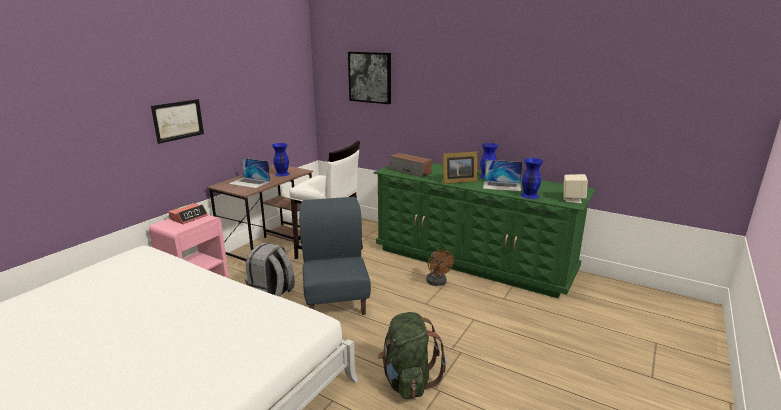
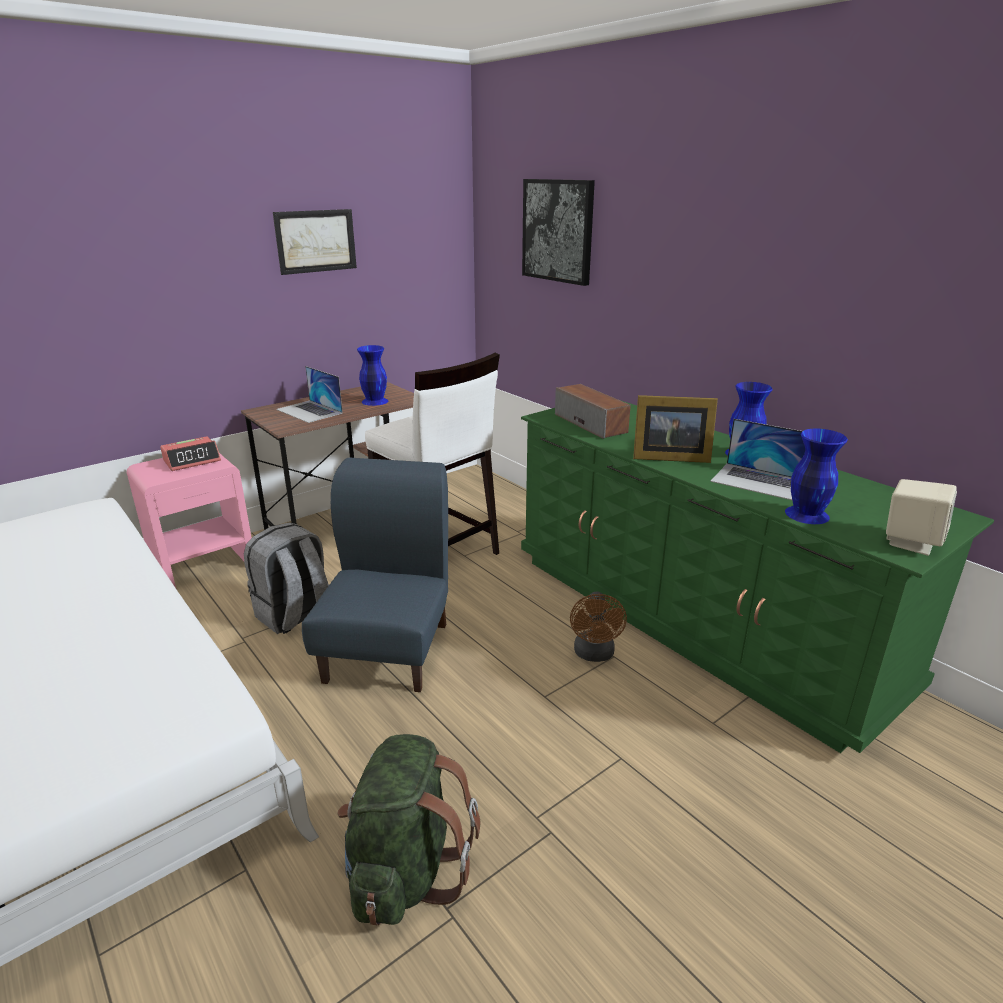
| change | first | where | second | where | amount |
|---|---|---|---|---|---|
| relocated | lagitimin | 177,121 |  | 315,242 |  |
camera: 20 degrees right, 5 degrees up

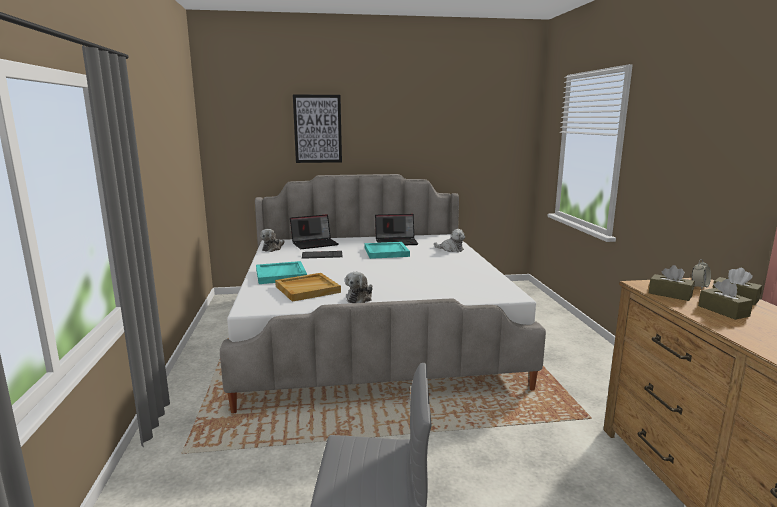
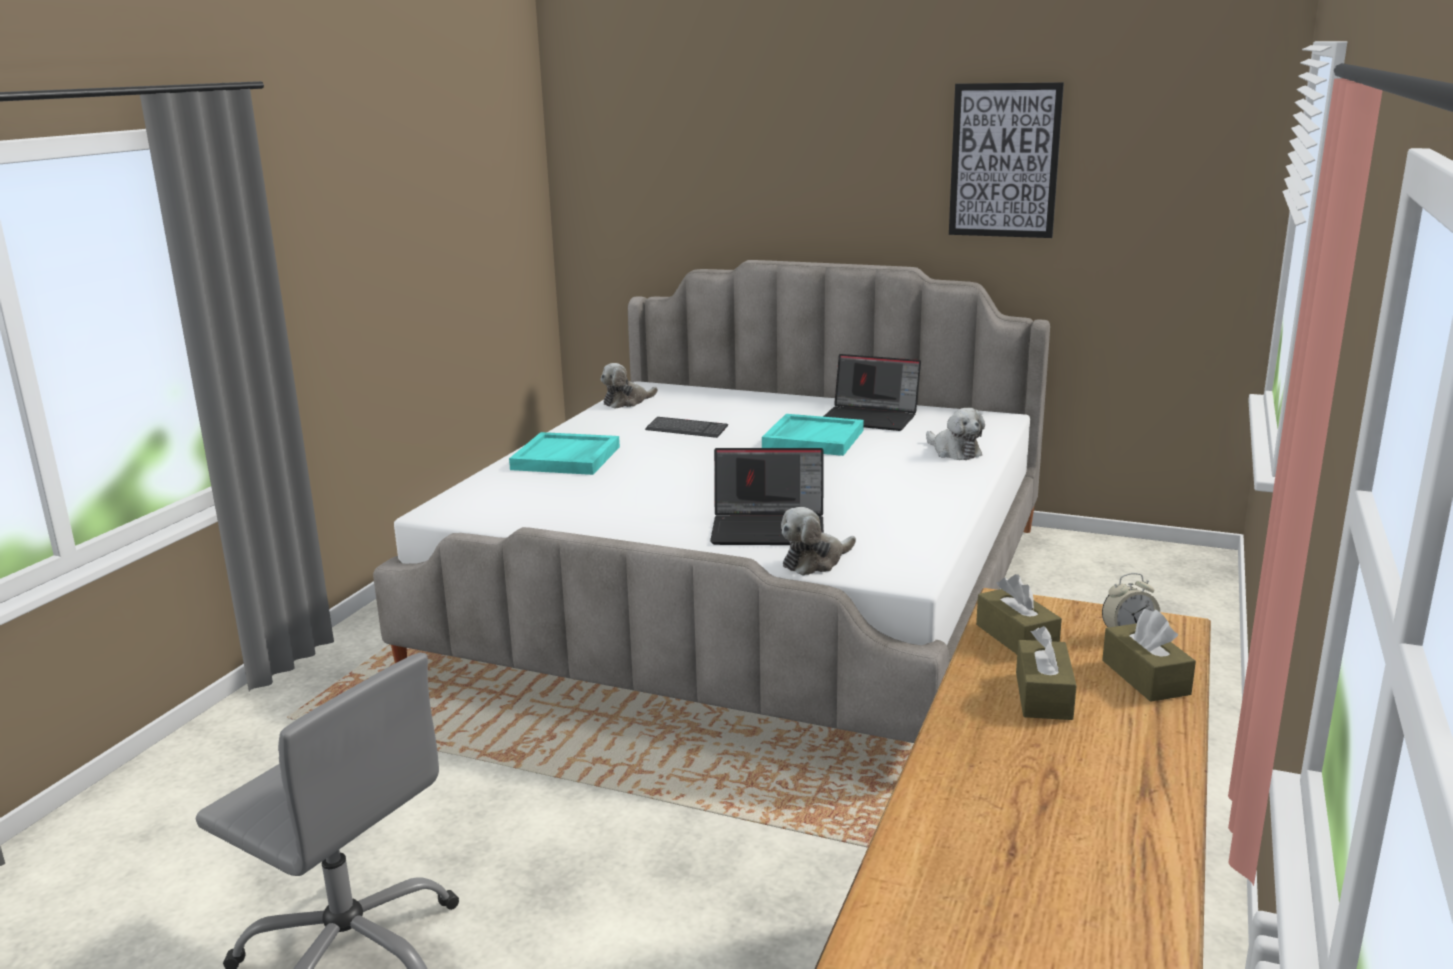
| change | first | where | second | where | amount |
|---|---|---|---|---|---|
| relocated | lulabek | 314,231 |  | 767,496 |  |
| relocated | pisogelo | 358,287 |  | 818,541 |  |
| relocated | lagitimin | 317,129 |  | 1006,160 |  |
| missing | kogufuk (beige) | 308,287 |  |  |  |
camera: 30 degrees right, 5 degrees up

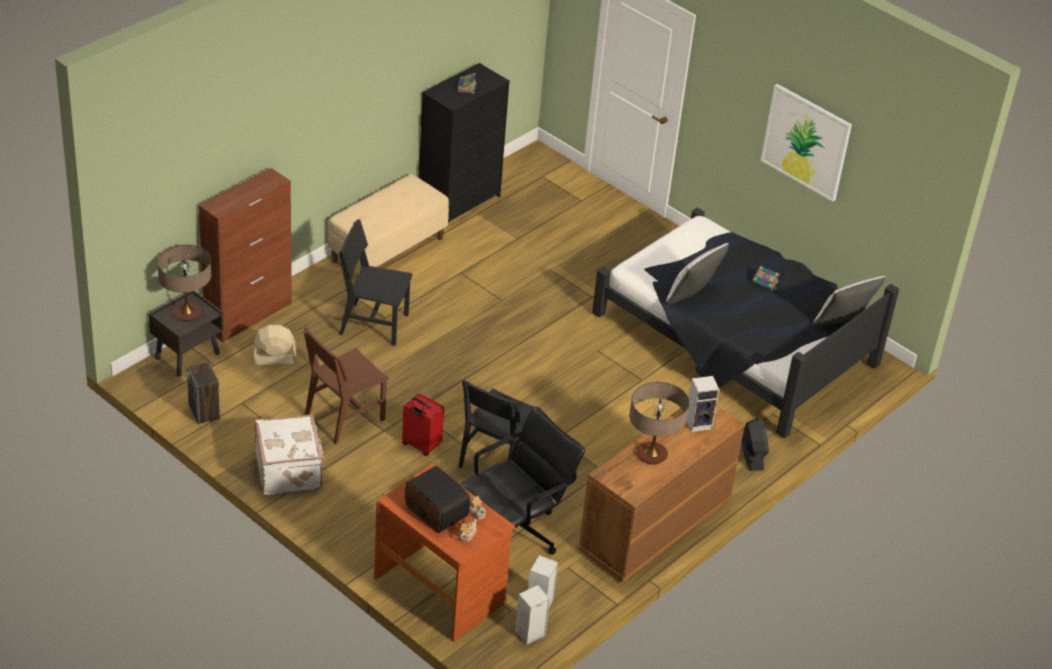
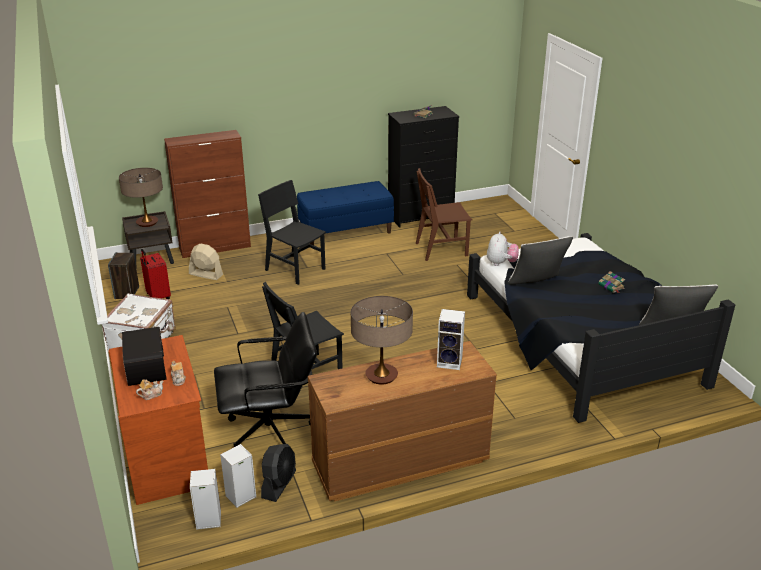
| change | first | where | second | where | amount |
|---|---|---|---|---|---|
| relocated | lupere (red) | 423,424 |  | 155,274 |  |
| relocated | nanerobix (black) | 755,444 |  | 278,473 |  |
| colour | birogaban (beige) | 388,221 | birogaban (blue) | 345,213 |  |
| relocated | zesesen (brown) | 346,385 |  | 444,214 |  |
| appeared |  |  | pisogelo | 503,248 |  |
| missing | lagitimin | 806,143 |  |  |  |
camera: 30 degrees right, 10 degrees down

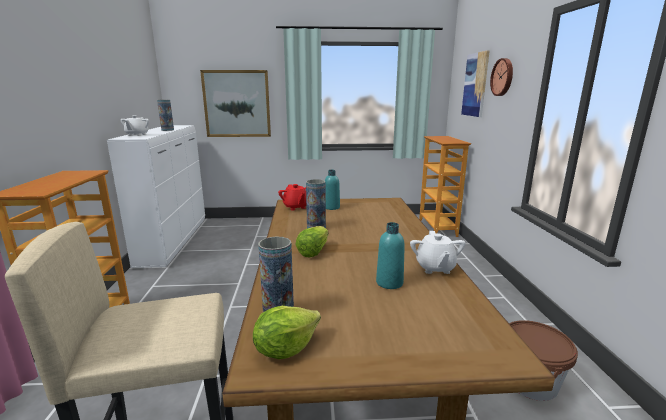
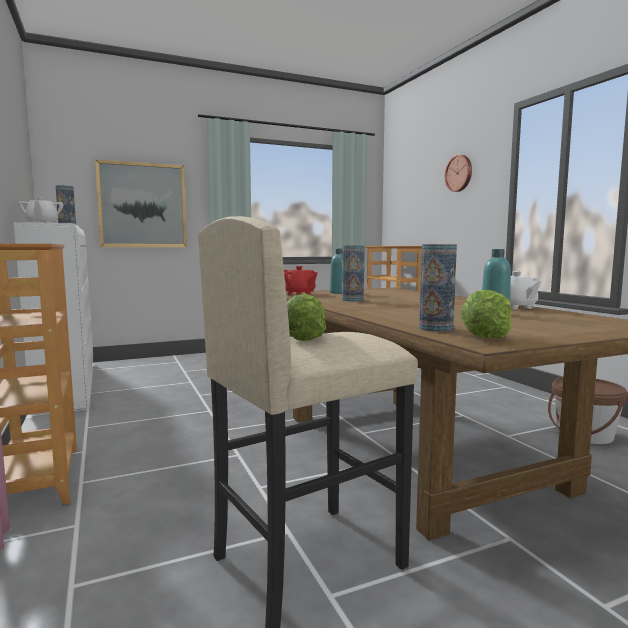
| change | first | where | second | where | amount |
|---|---|---|---|---|---|
| relocated | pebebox | 312,241 |  | 306,317 |  |
| missing | lagitimin | 475,83 |  |  |  |
camera: 20 degrees left, 10 degrees down

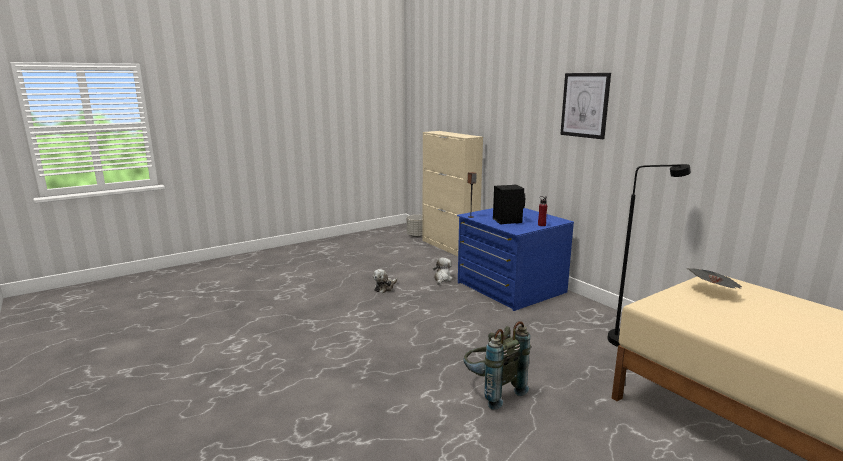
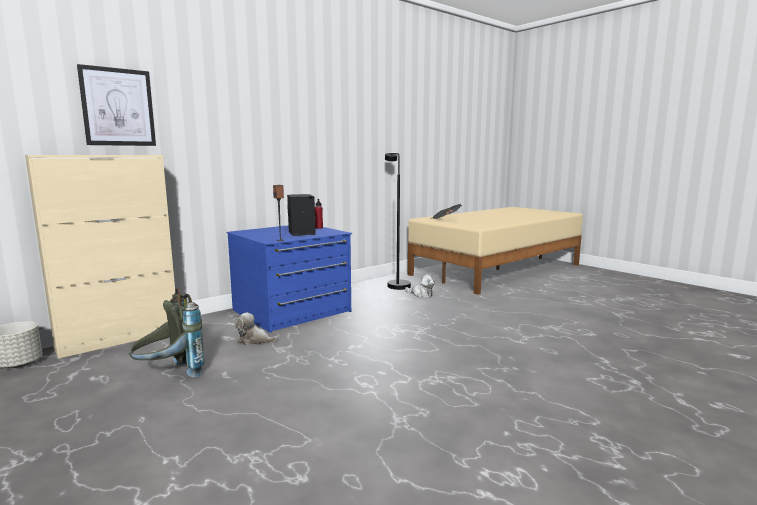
| change | first | where | second | where | amount |
|---|---|---|---|---|---|
| relocated | lagitimin | 585,106 |  | 116,105 |  |
| relocated | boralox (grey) | 497,365 |  | 166,332 |  |
| relocated | pisogelo | 385,281 |  | 420,286 |  |
camera: 95 degrees left, 5 degrees down

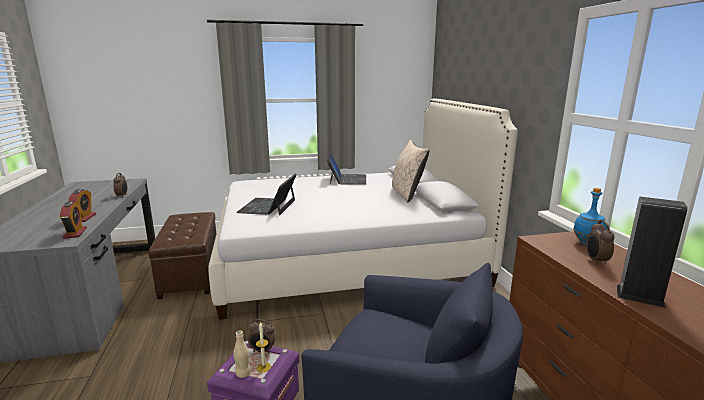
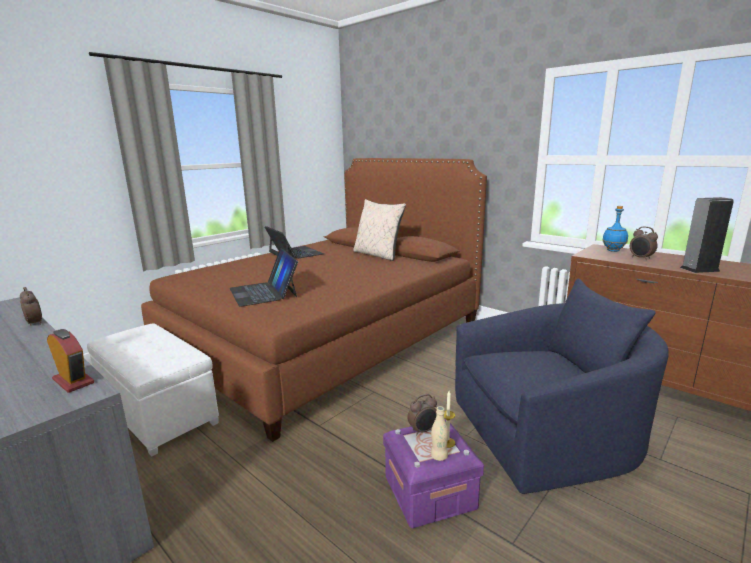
| change | first | where | second | where | amount |
|---|---|---|---|---|---|
| colour | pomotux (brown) | 182,255 | pomotux (white) | 153,390 |  |
| colour | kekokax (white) | 363,209 | kekokax (brown) | 314,300 |  |
| missing | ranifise | 82,205 |  |  |  |
camera: 35 degrees left, 0 degrees up

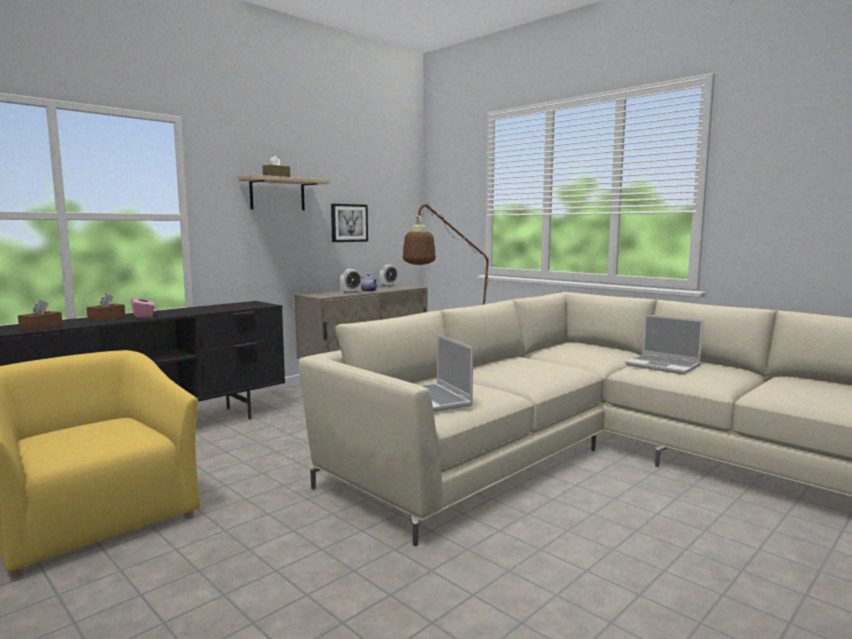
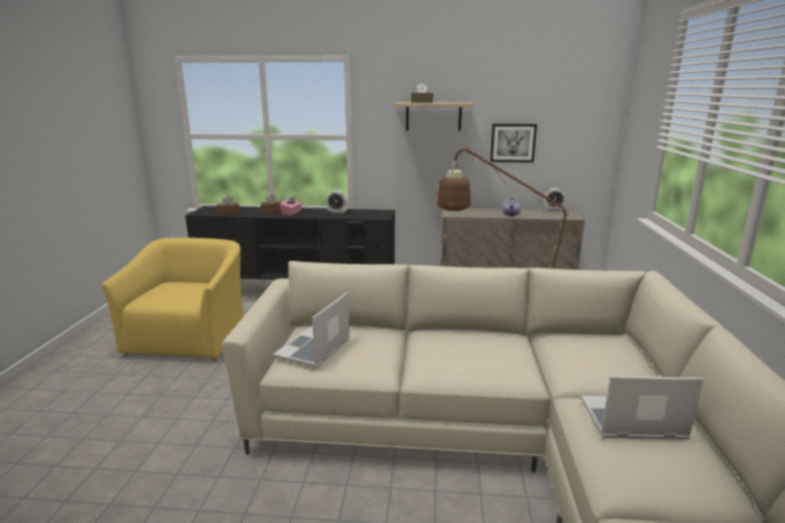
| change | first | where | second | where | amount |
|---|---|---|---|---|---|
| relocated | ranifise | 351,281 |  | 337,202 |  |
| spun | lulabek | 664,344 |  | 642,407 | 90 degrees clockwise |
camera: 50 degrees right, 10 degrees up

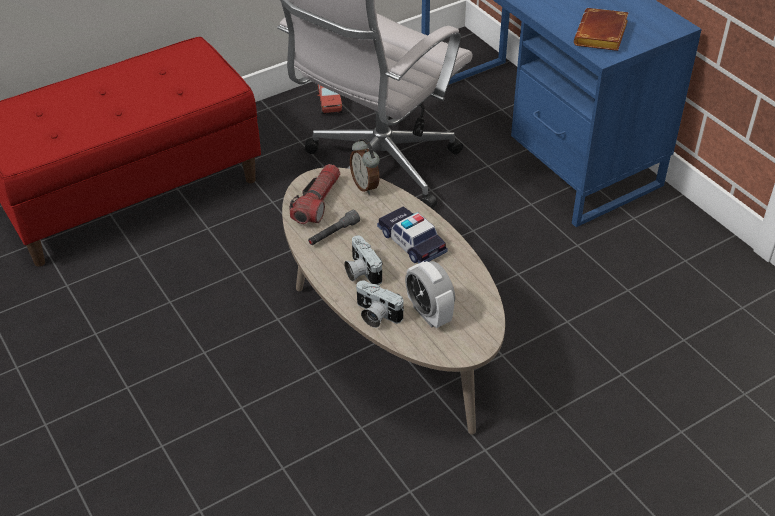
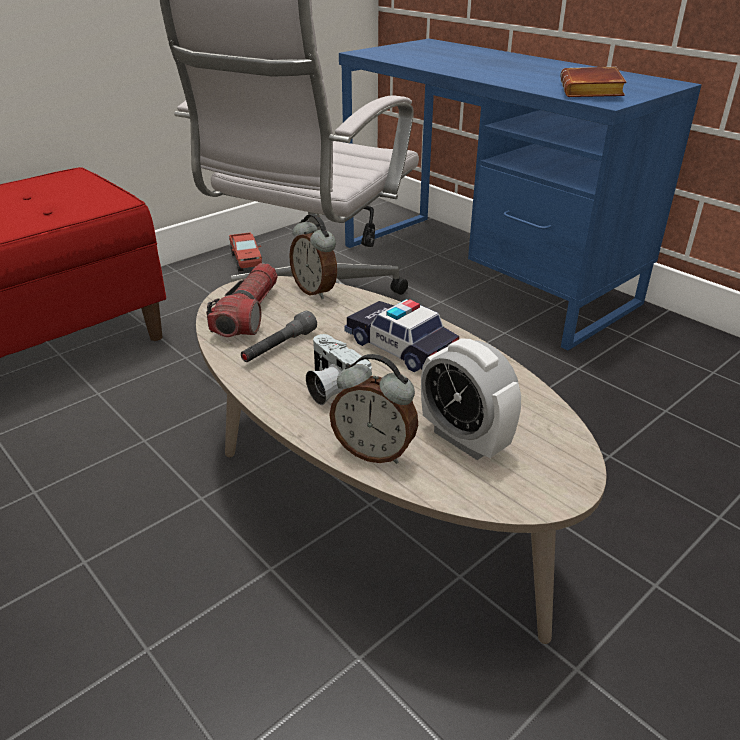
| change | first | where | second | where | amount |
|---|---|---|---|---|---|
| exchanged | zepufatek | 380,304 | ranifise | 373,409 |  |
camera: 10 degrees left, 10 degrees down

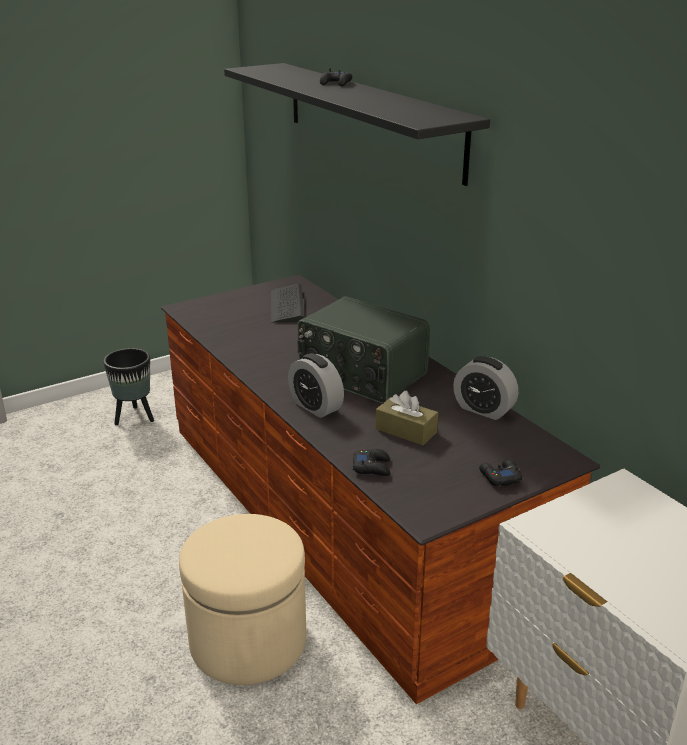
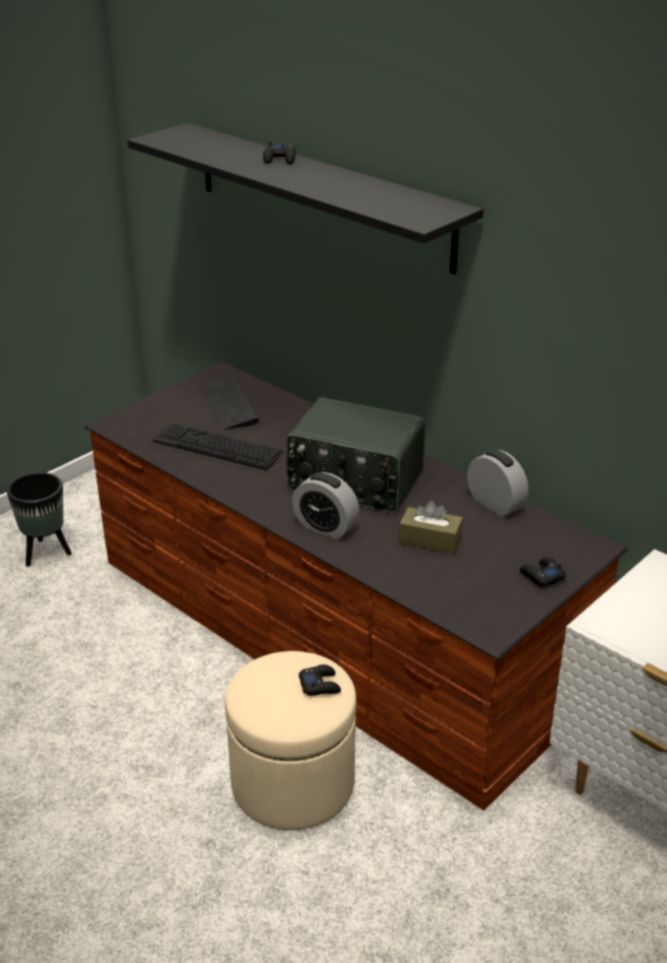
| change | first | where | second | where | amount |
|---|---|---|---|---|---|
| appeared |  |  | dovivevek | 218,446 |  |
| relocated | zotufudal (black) | 371,462 |  | 320,680 |  |
| spun | ranifise | 485,388 |  | 498,483 | 150 degrees counterclockwise |
camera: 15 degrees left, 5 degrees up

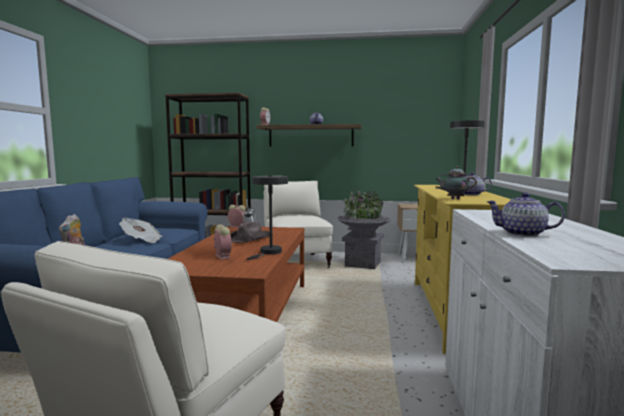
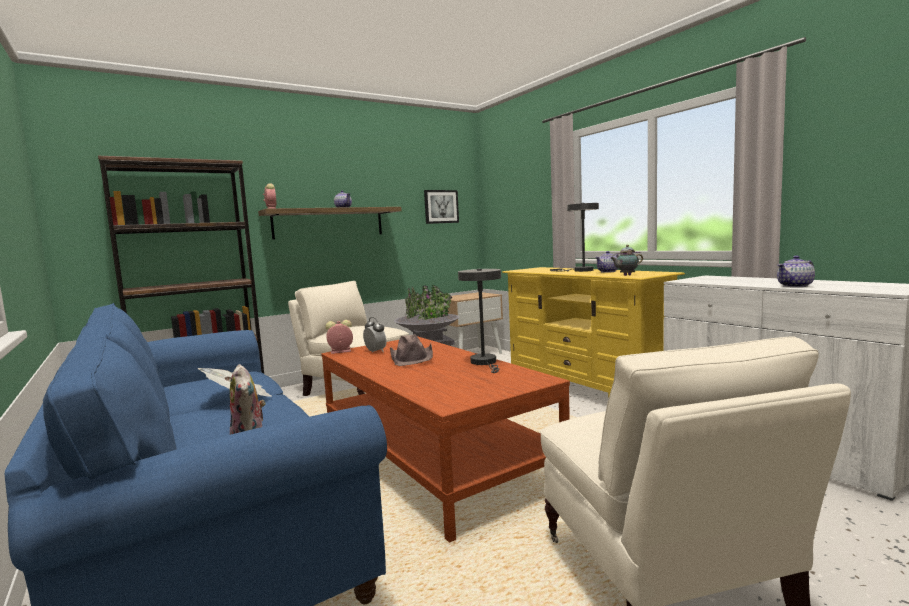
| change | first | where | second | where | amount |
|---|---|---|---|---|---|
| appeared |  |  | lagitimin | 441,207 |  |
| missing | ranifise | 222,242 |  |  |  |
camera: 40 degrees left, 0 degrees up

